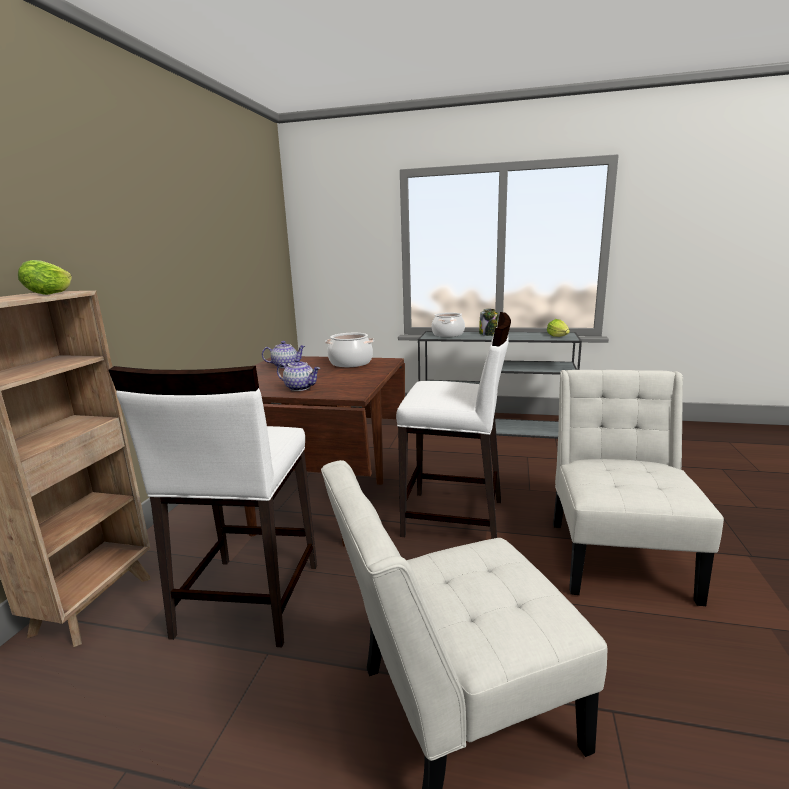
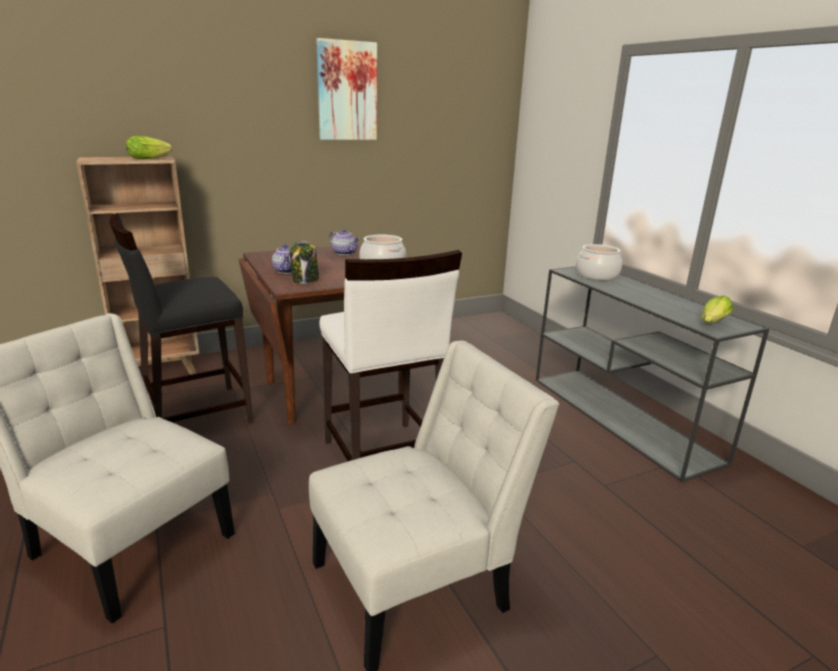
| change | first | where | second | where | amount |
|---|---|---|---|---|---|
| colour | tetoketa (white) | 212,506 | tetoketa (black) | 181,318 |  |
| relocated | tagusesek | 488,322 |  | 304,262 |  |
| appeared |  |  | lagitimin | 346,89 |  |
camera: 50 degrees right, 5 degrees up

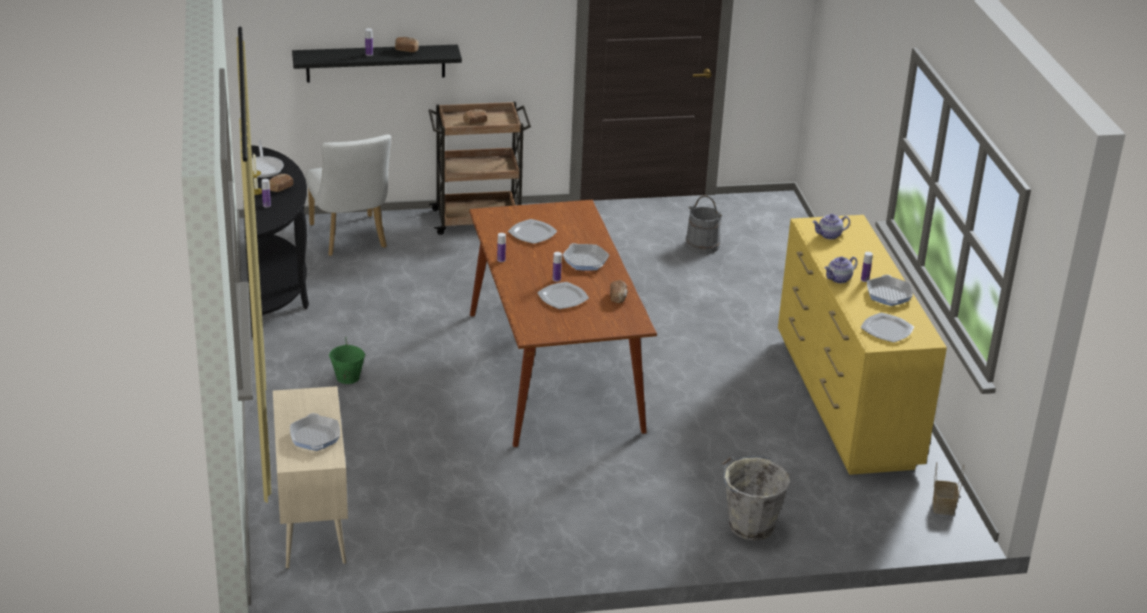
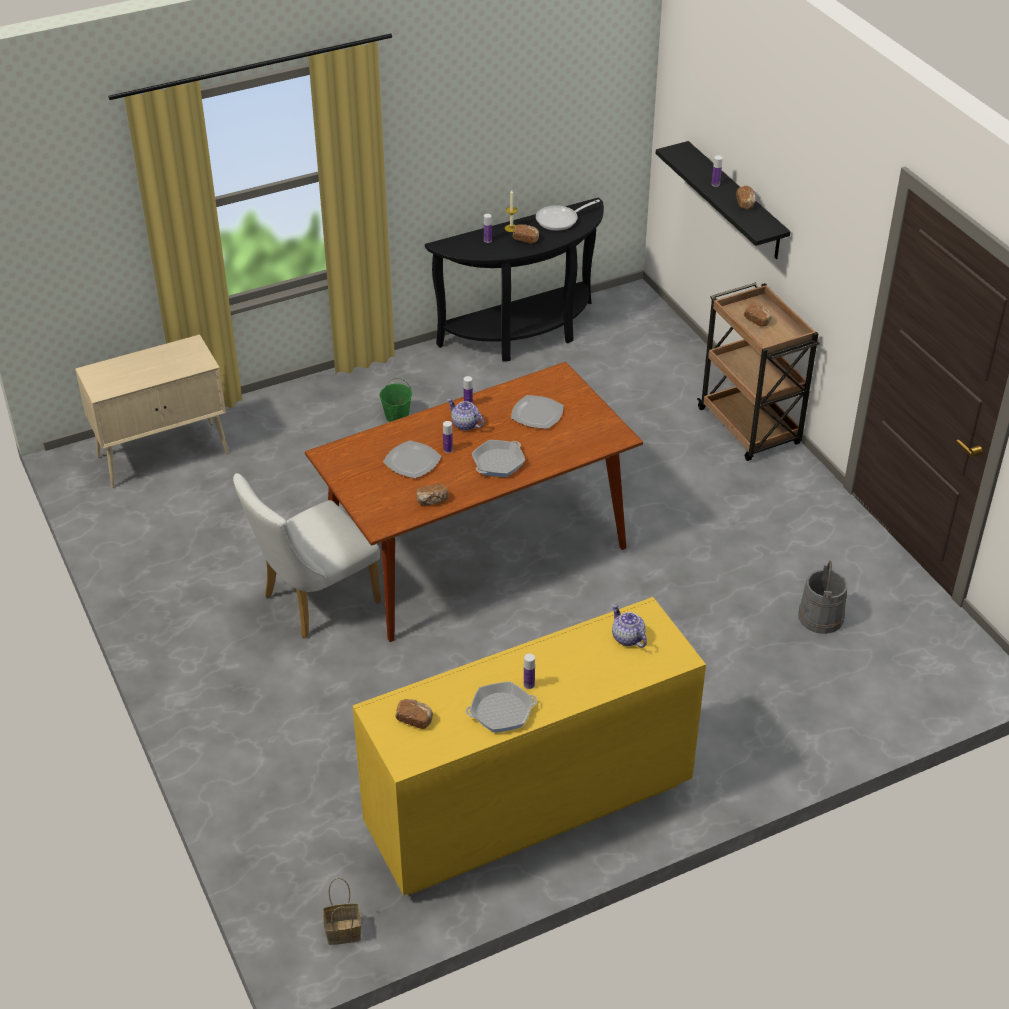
| change | first | where | second | where | amount |
|---|---|---|---|---|---|
| relocated | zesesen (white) | 348,195 |  | 307,555 |  |
| exchanged | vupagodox | 887,327 | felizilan | 414,714 |  |
| relocated | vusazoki | 841,270 |  | 465,415 |  |
| missing | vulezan | 315,432 |  |  |  |
| missing | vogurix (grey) | 755,498 |  |  |  |
camera: 75 degrees right, 10 degrees up

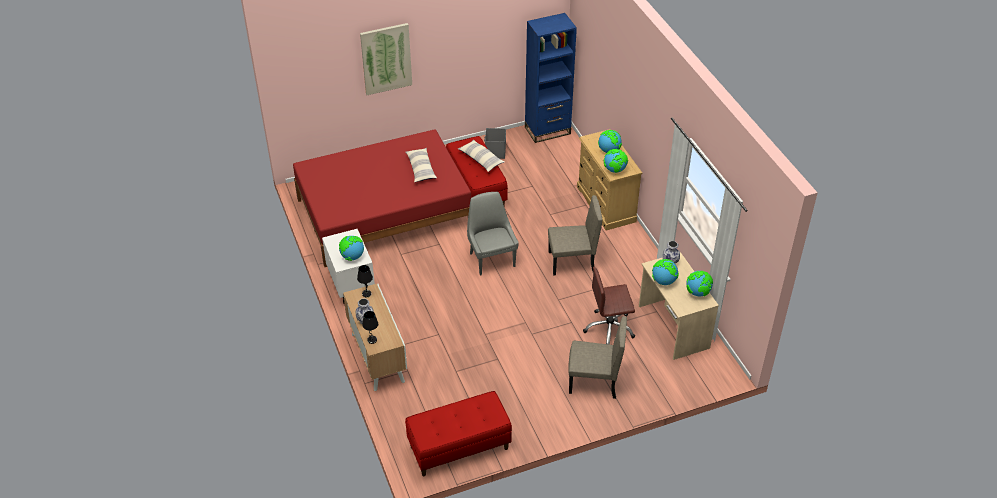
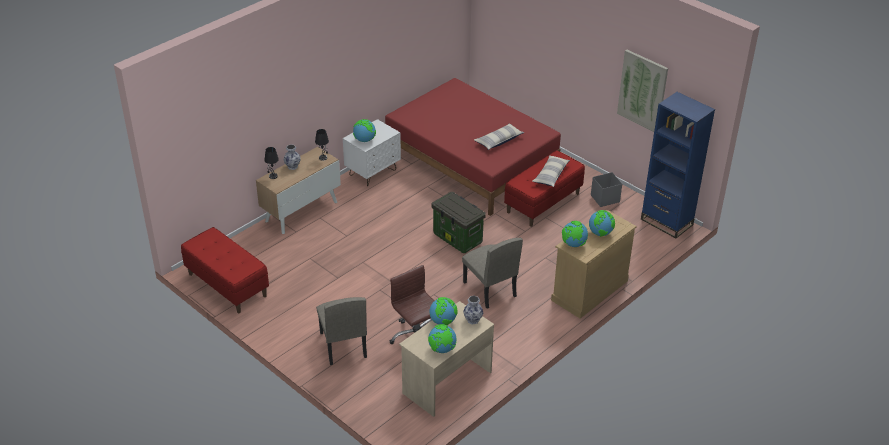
| change | first | where | second | where | amount |
|---|---|---|---|---|---|
| exchanged | zesesen (grey) | 493,234 | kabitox | 459,222 |  |
| relocated | lagitimin | 386,59 |  | 642,91 |  |
camera: 65 degrees right, 5 degrees down

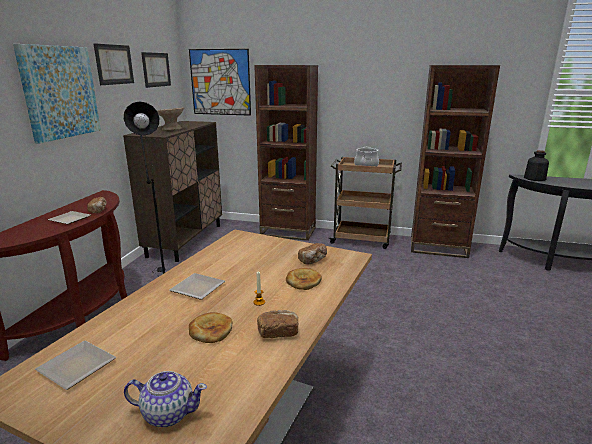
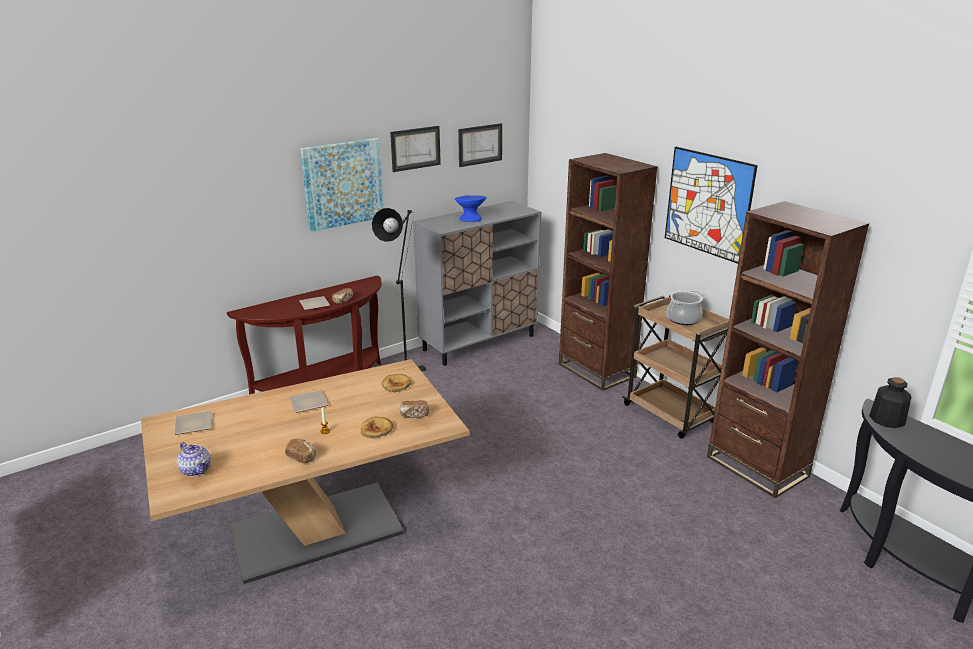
| change | first | where | second | where | amount |
|---|---|---|---|---|---|
| relocated | felizilan | 210,327 |  | 396,383 |  |
| colour | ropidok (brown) | 172,191 | ropidok (grey) | 477,283 |  |
| colour | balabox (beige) | 170,119 | balabox (blue) | 471,208 |  |
| relocated | lagitimin | 220,82 |  | 711,205 |  |
camera: 40 degrees right, 5 degrees up

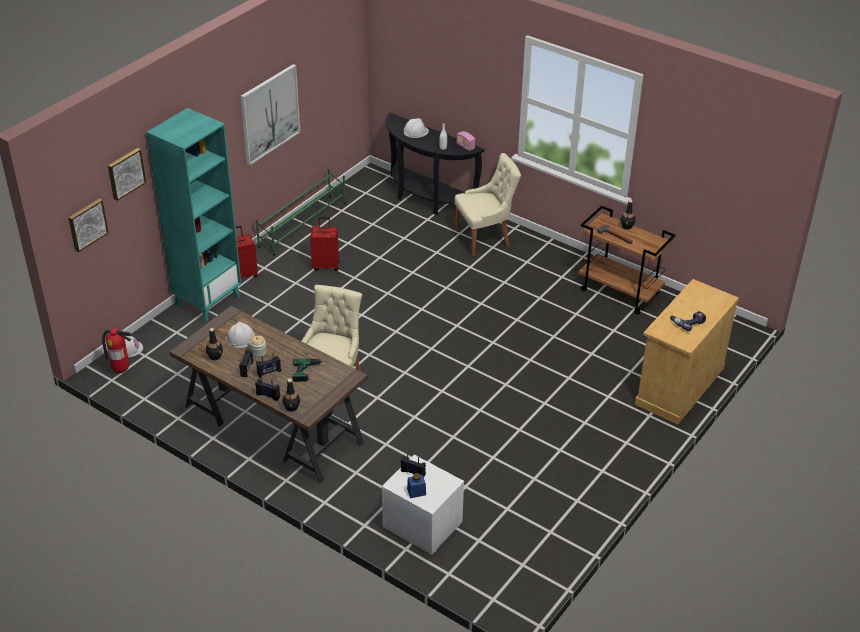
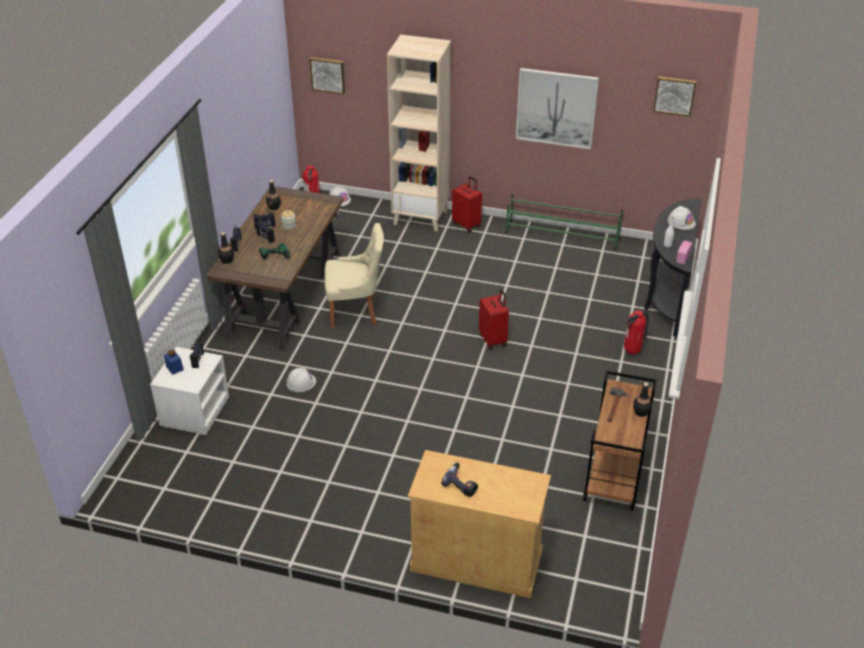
| change | first | where | second | where | amount |
|---|---|---|---|---|---|
| relocated | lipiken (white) | 240,335 |  | 301,380 |  |
| colour | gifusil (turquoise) | 194,215 | gifusil (beige) | 419,133 |  |
| relocated | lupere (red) | 325,244 |  | 494,319 |  |
| exchanged | zesesen (beige) | 488,204 | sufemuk | 636,332 |  |
| relocated | lagitimin | 127,174 |  | 674,96 |  |
camera: 70 degrees right, 0 degrees up

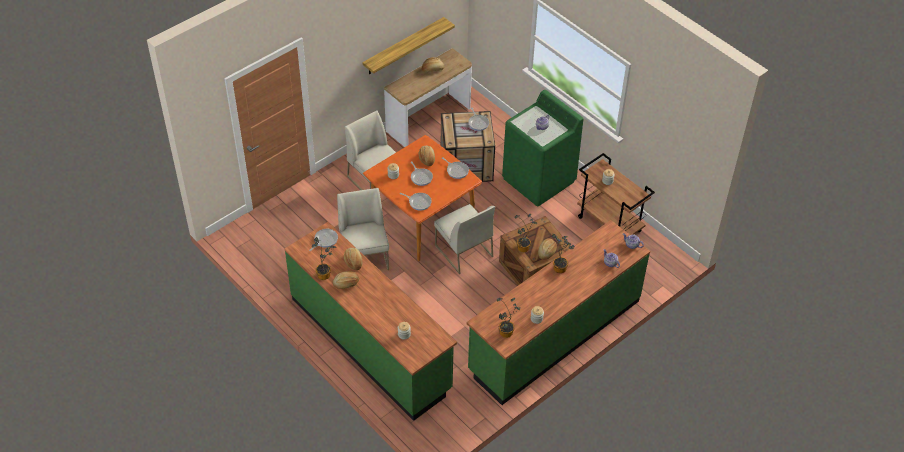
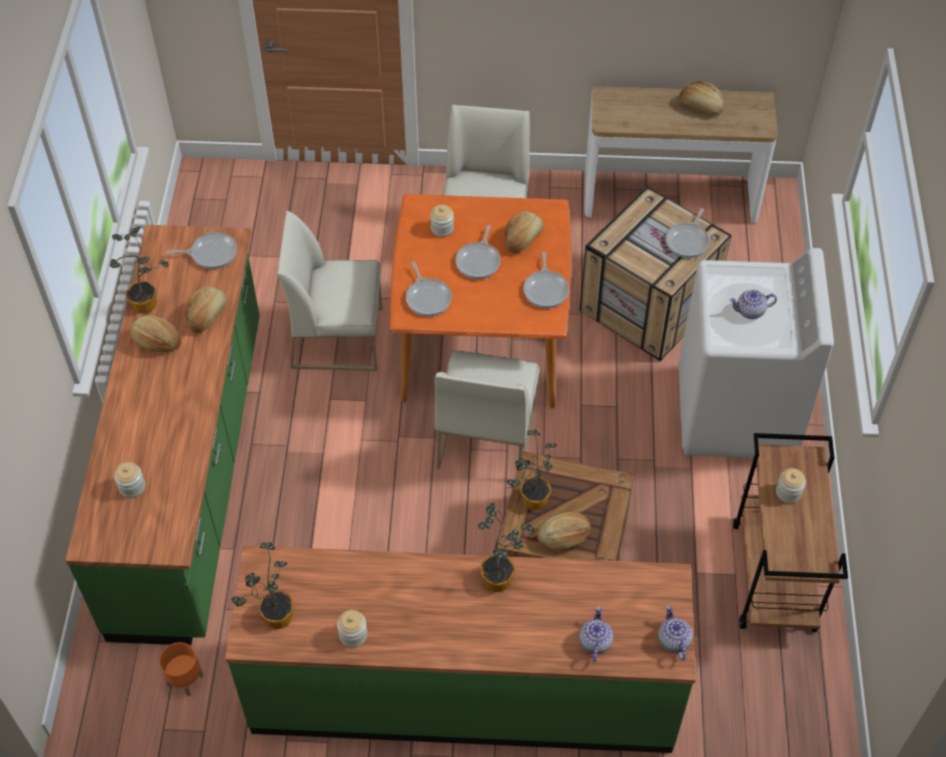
| change | first | where | second | where | amount |
|---|---|---|---|---|---|
| appeared |  |  | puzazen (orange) | 181,669 |  |
| spun | zesesen (white) | 363,229 |  | 329,291 | 120 degrees counterclockwise |
| colour | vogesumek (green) | 542,148 | vogesumek (white) | 756,353 |  |
| missing | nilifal | 408,46 |  |  |  |
camera: 45 degrees right, 5 degrees up

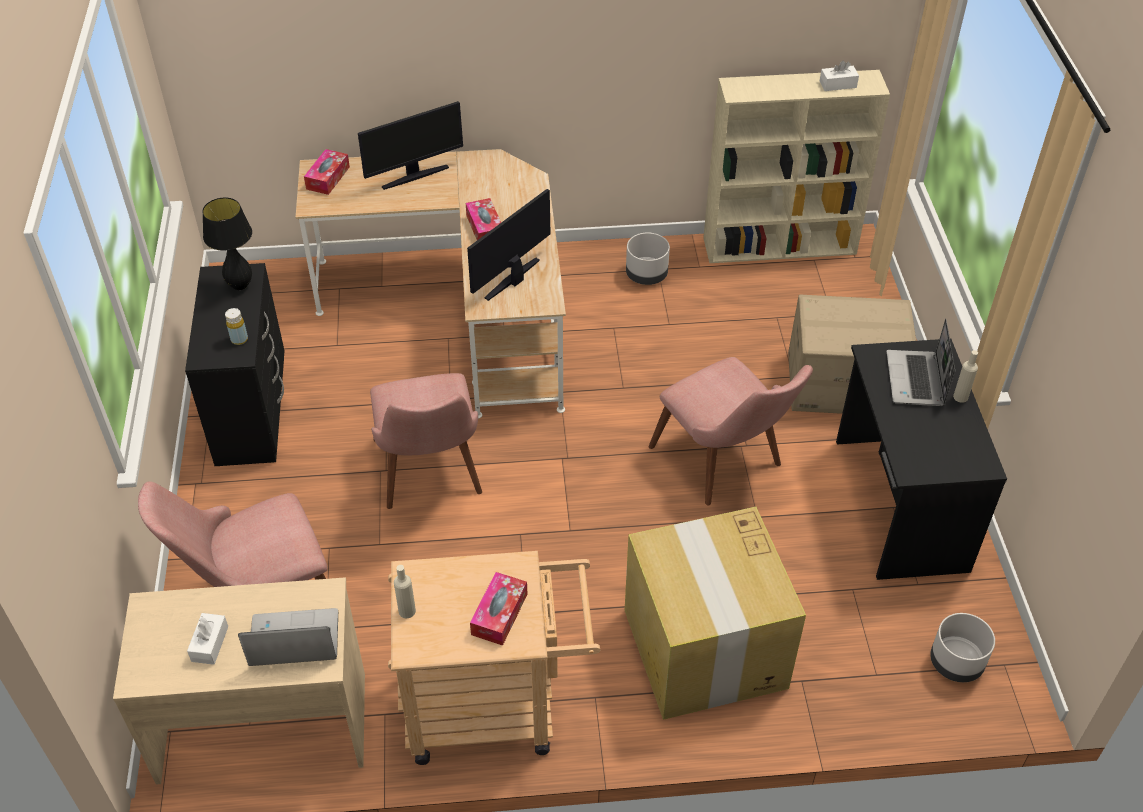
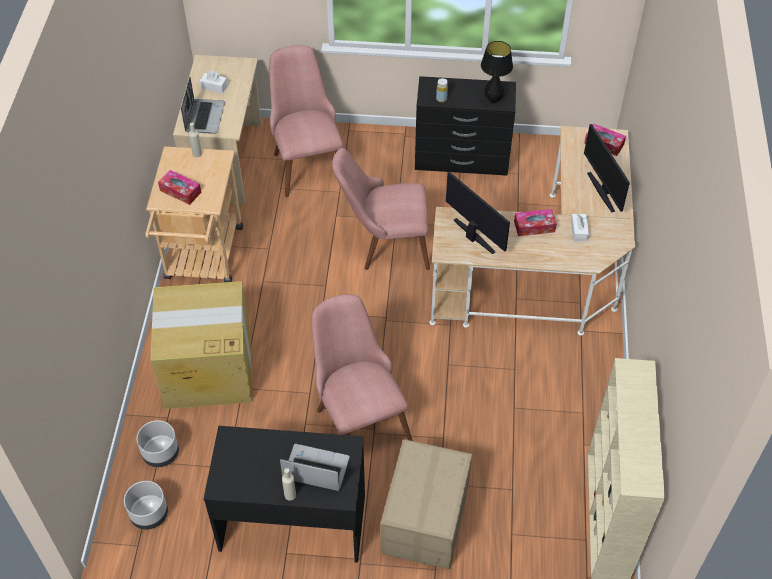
| change | first | where | second | where | amount |
|---|---|---|---|---|---|
| relocated | puzazen (grey) | 648,259 |  | 158,443 |  |
| spun | zesesen (pink) | 731,431 |  | 361,367 | 90 degrees clockwise |
| relocated | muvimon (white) | 839,76 |  | 580,227 |  |
camera: 100 degrees right, 5 degrees up

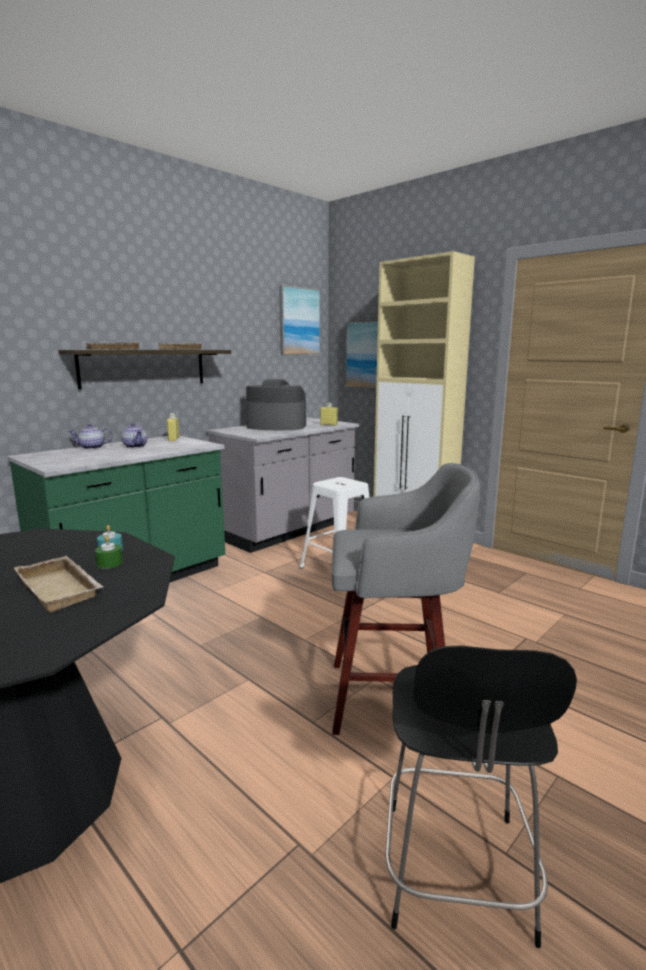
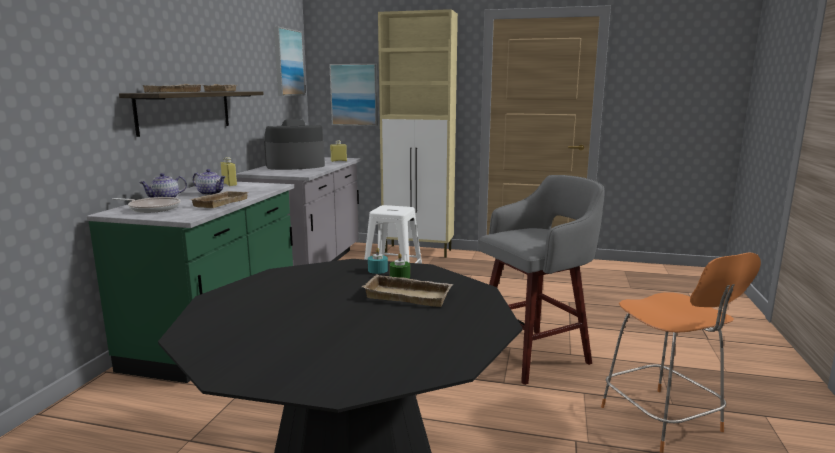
| change | first | where | second | where | amount |
|---|---|---|---|---|---|
| appeared |  |  | vulezan | 146,205 |  |
| appeared |  |  | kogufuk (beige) | 218,199 |  |
| colour | zesesen (black) | 481,797 | zesesen (orange) | 681,353 |  |
camera: 30 degrees left, 0 degrees up

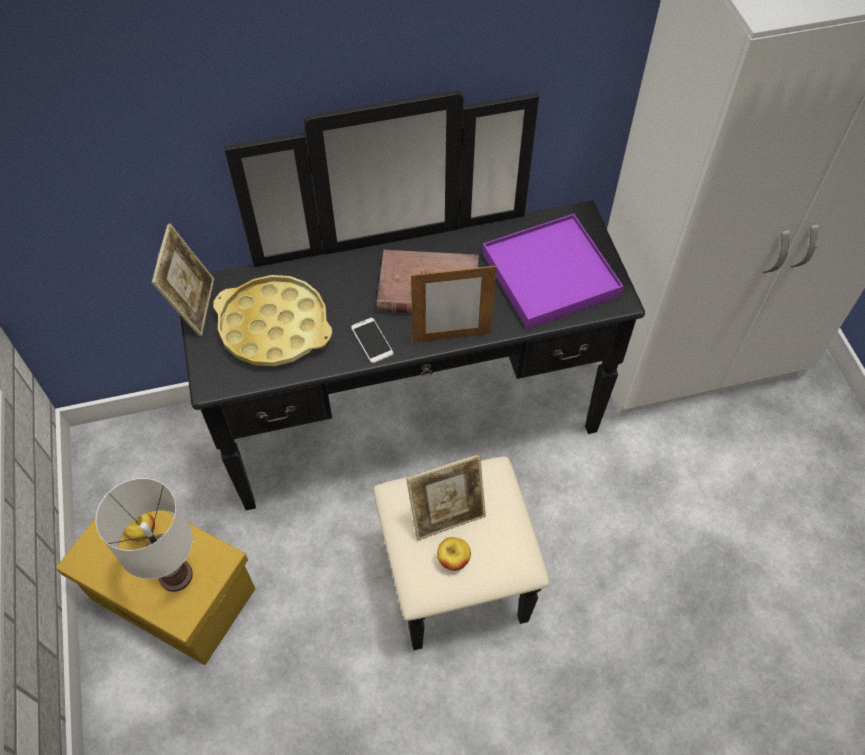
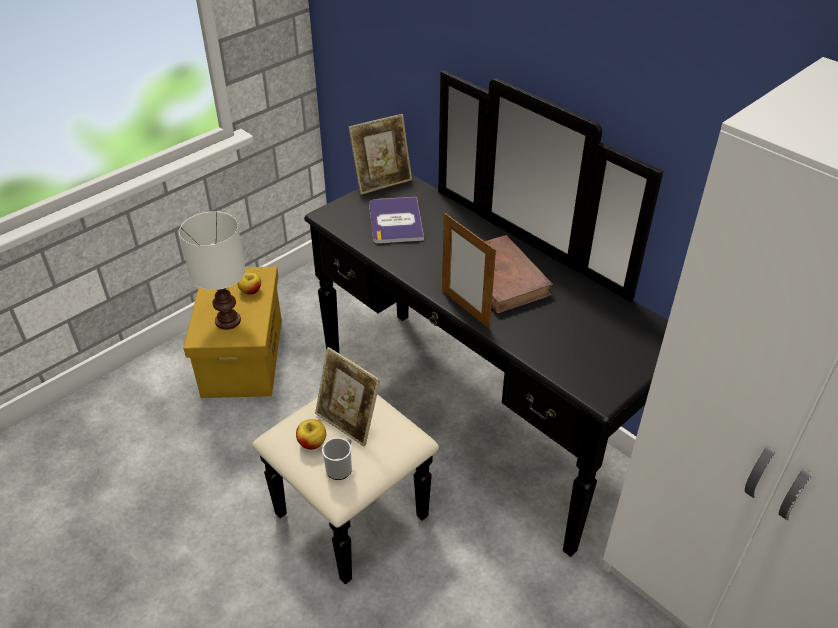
| change | first | where | second | where | amount |
|---|---|---|---|---|---|
| appeared |  |  | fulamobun | 337,459 |  |
| exchanged | kogufuk (yellow) | 272,320 | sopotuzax | 396,220 |  |
| missing | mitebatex | 372,340 |  |  |  |
| missing | kogufuk (purple) | 552,271 |  |  |  |
camera: 60 degrees right, 15 degrees down

